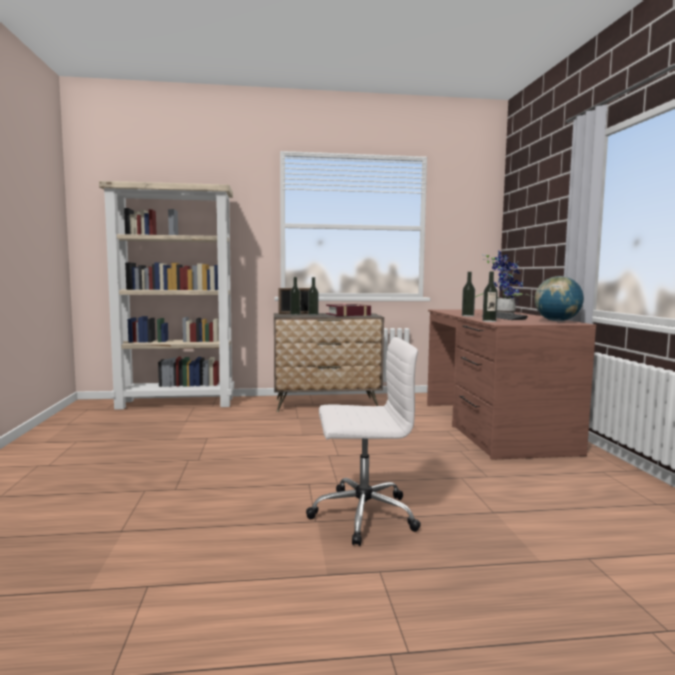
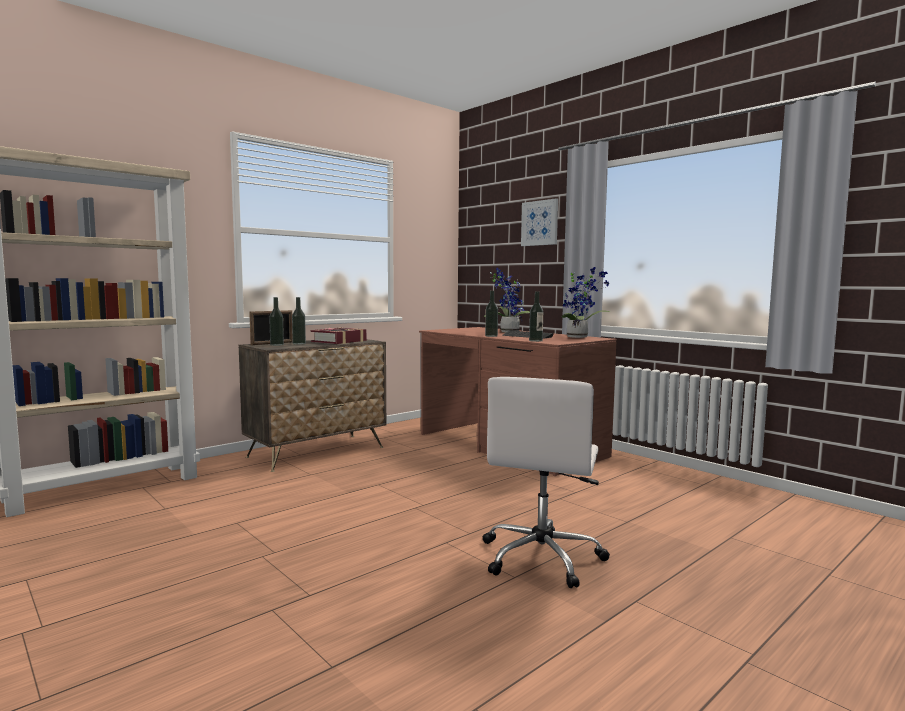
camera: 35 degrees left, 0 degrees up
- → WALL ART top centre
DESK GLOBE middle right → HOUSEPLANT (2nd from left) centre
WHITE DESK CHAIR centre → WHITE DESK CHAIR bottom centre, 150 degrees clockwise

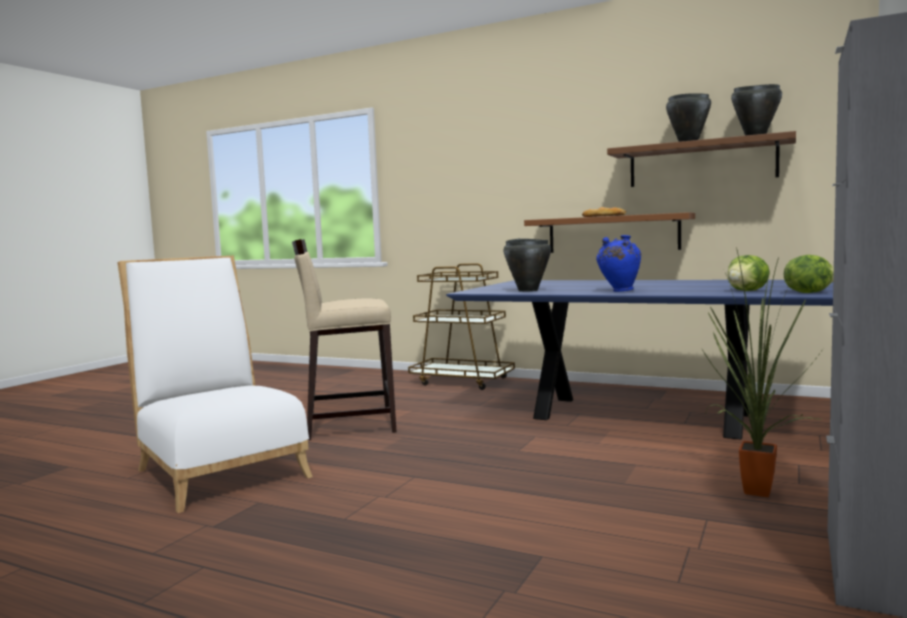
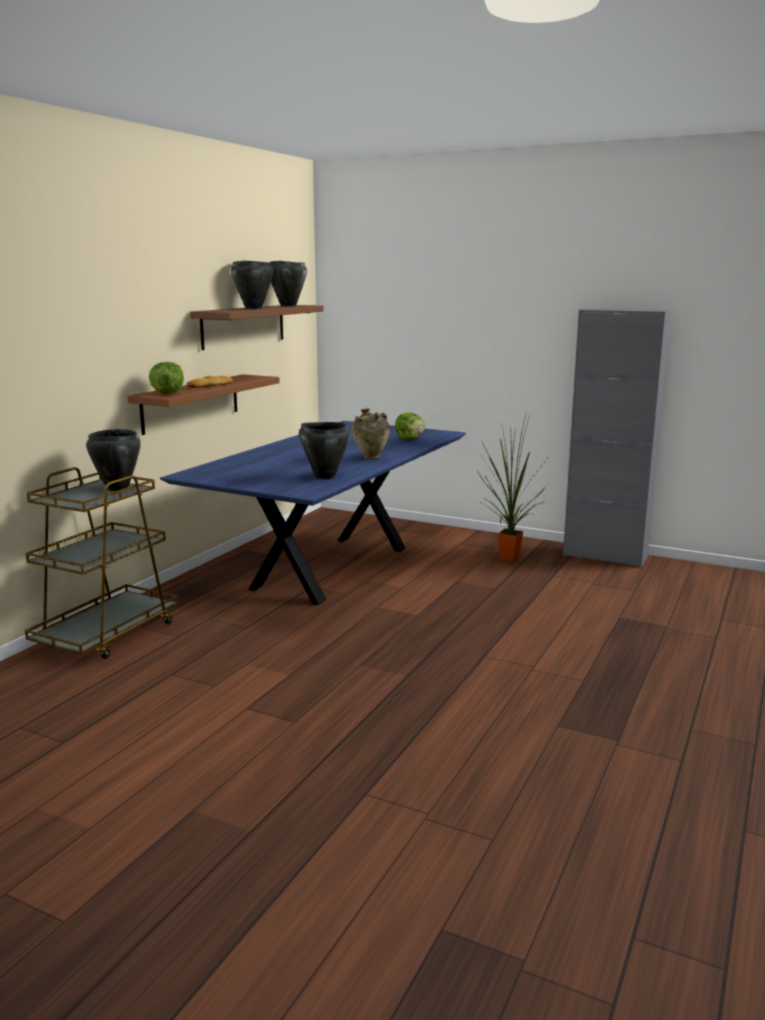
camera: 90 degrees left, 10 degrees up
WHITE PLAIN CHAIR middle left → -
BEIGE-COLOURED STOOL SEAT centre → -
- → BLACKISH SAUCEPOT (1st from left) middle left
HEAD OF LETTUCE (2nd from left in the first image) middle right → HEAD OF LETTUCE (1st from left) middle left, moved
BLUE FLOWER VASE middle right → BEIGE-COLOURED FLOWER VASE centre

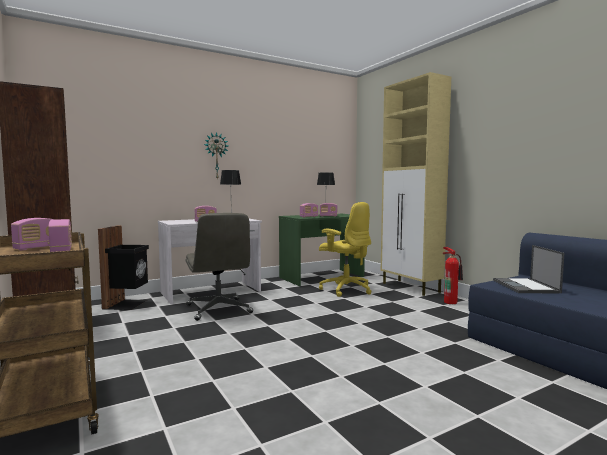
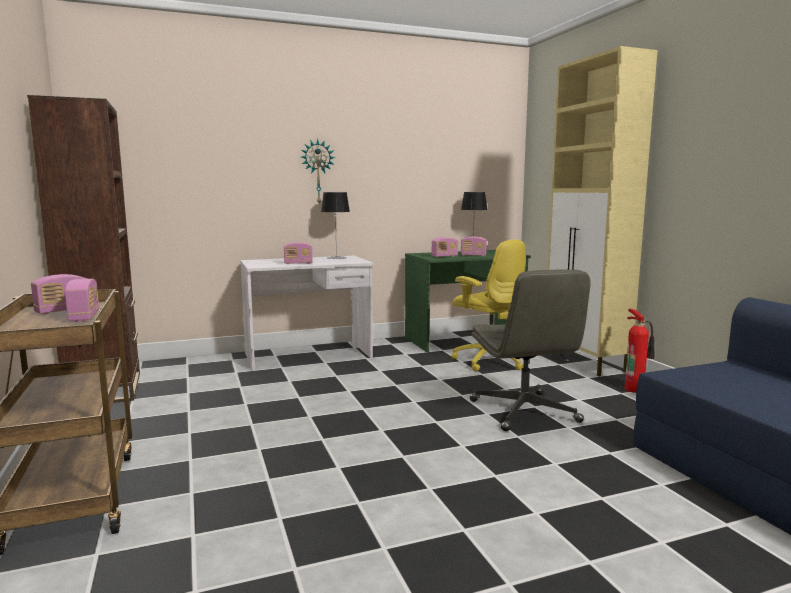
camera: 10 degrees right, 5 degrees up
BLACKISH RUBBISH BIN middle left → -
NOTEBOOK COMPUTER middle right → -
GREY DESK CHAIR centre → GREY DESK CHAIR middle right, moved

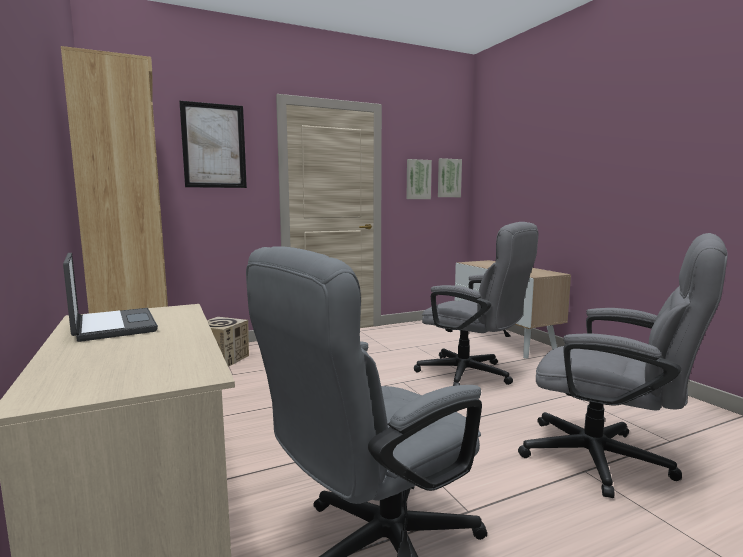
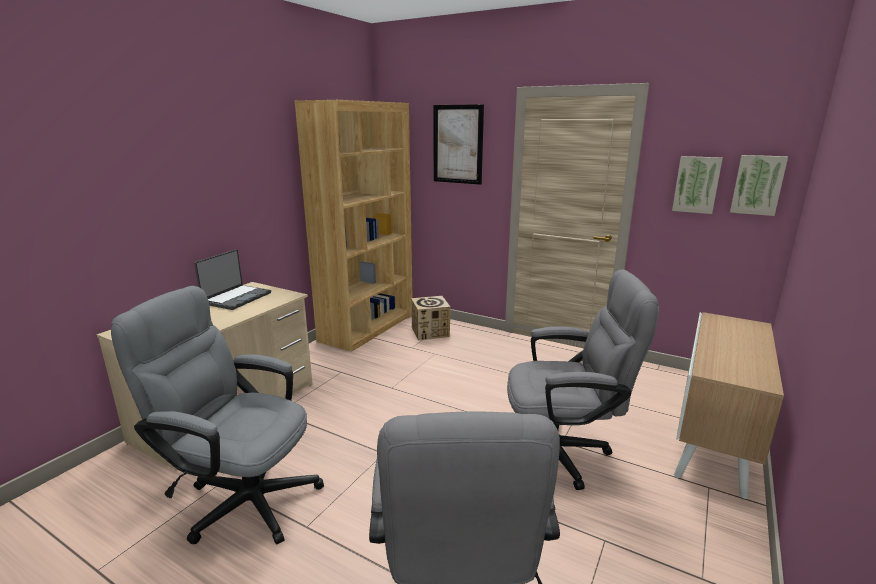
camera: 55 degrees right, 10 degrees up
GREY DESK CHAIR (2nd from left in the first image) centre → GREY DESK CHAIR (3rd from left) centre, 90 degrees counterclockwise

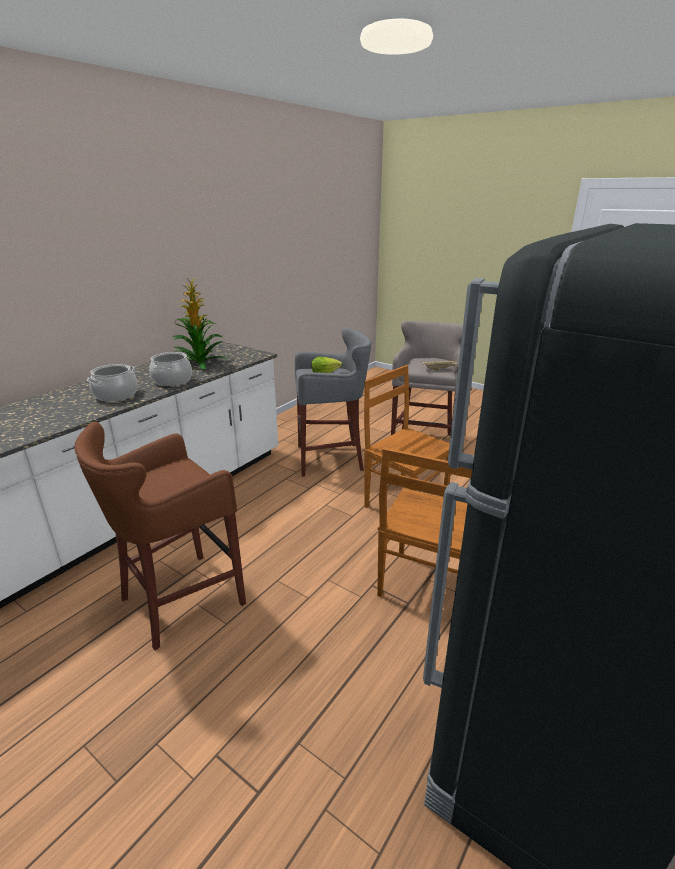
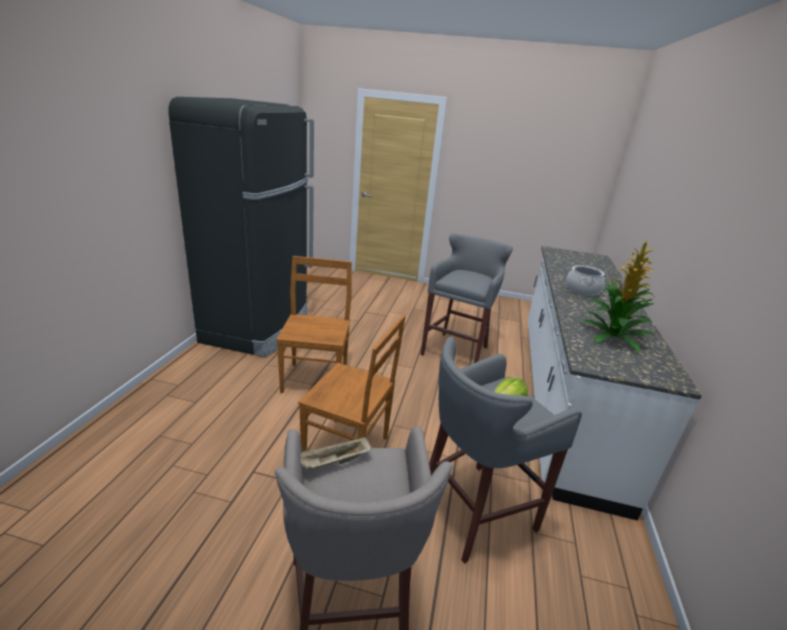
camera: 155 degrees right, 0 degrees up
SAUCEPOT (2nd from left) middle left → -
BROWN STOOL SEAT middle left → GREY STOOL SEAT (2nd from left) centre

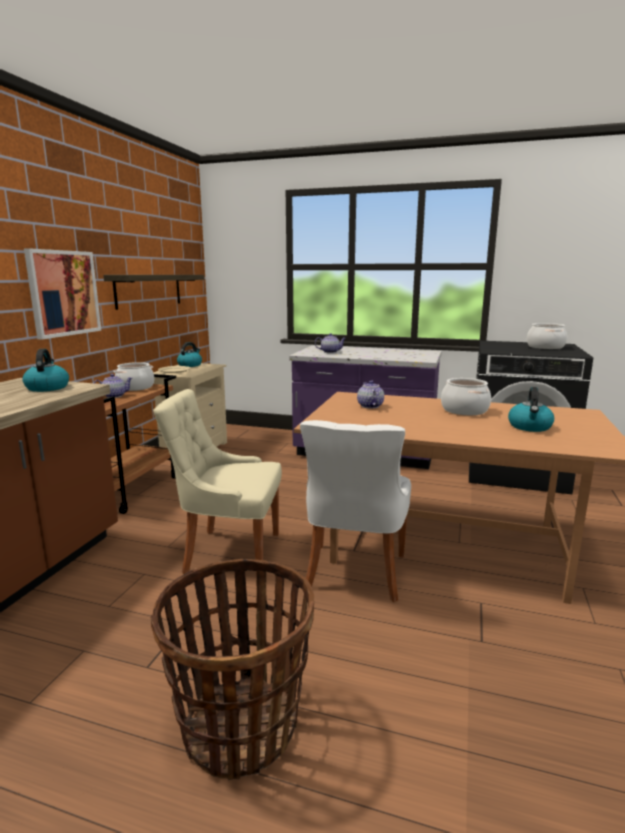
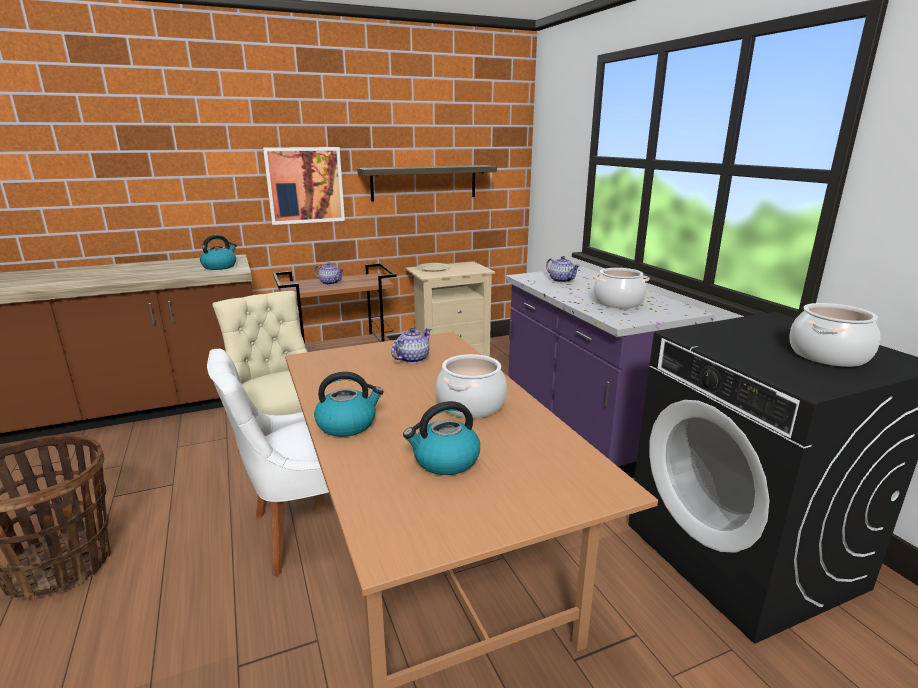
camera: 50 degrees right, 5 degrees up
SAUCEPOT (1st from left in the first image) middle left → SAUCEPOT (2nd from left) middle right, moved
KETTLE (2nd from left) middle left → KETTLE (2nd from left) centre, moved

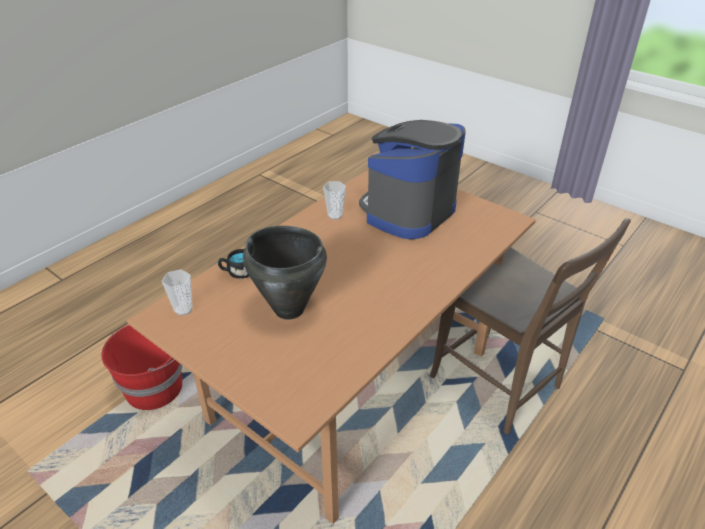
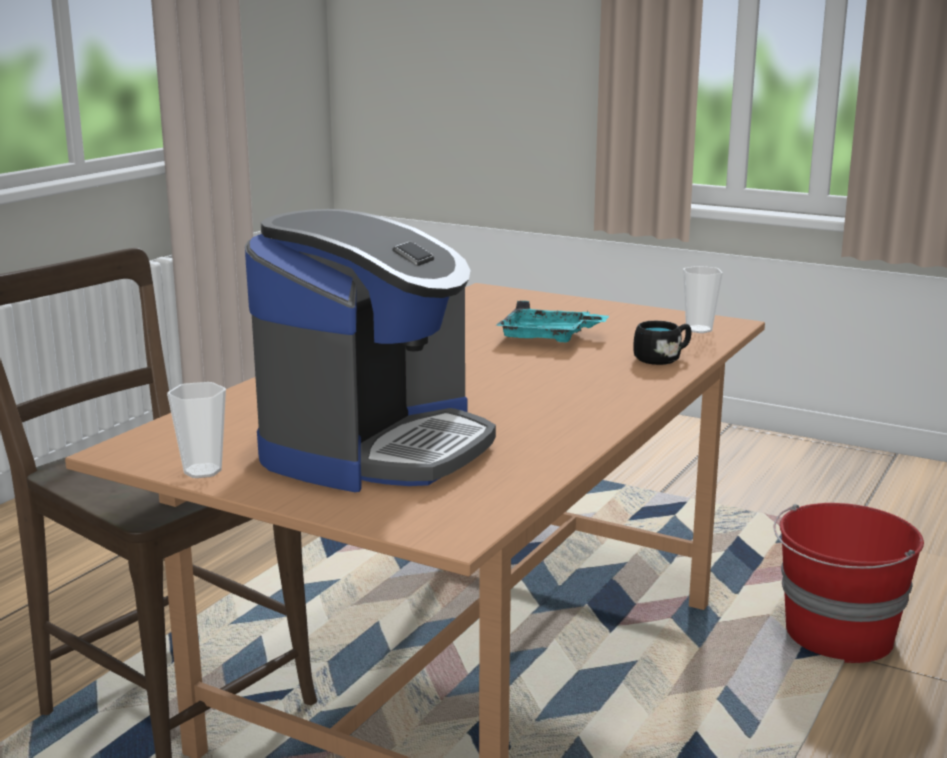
camera: 170 degrees right, 20 degrees down
SMALL CUP (2nd from left in the first image) centre → SMALL CUP (1st from left) middle left, moved
BLACKISH SAUCEPOT centre → TURQUOISE SERVING TRAY centre

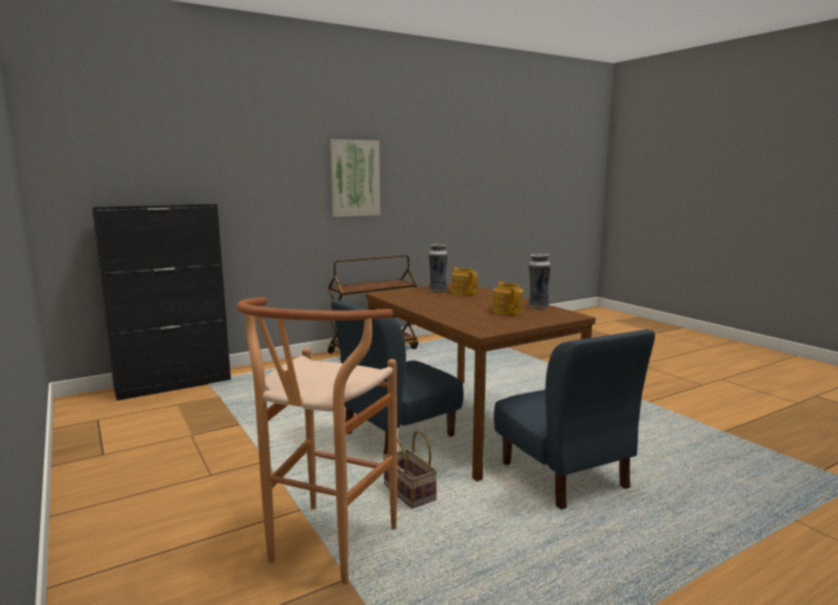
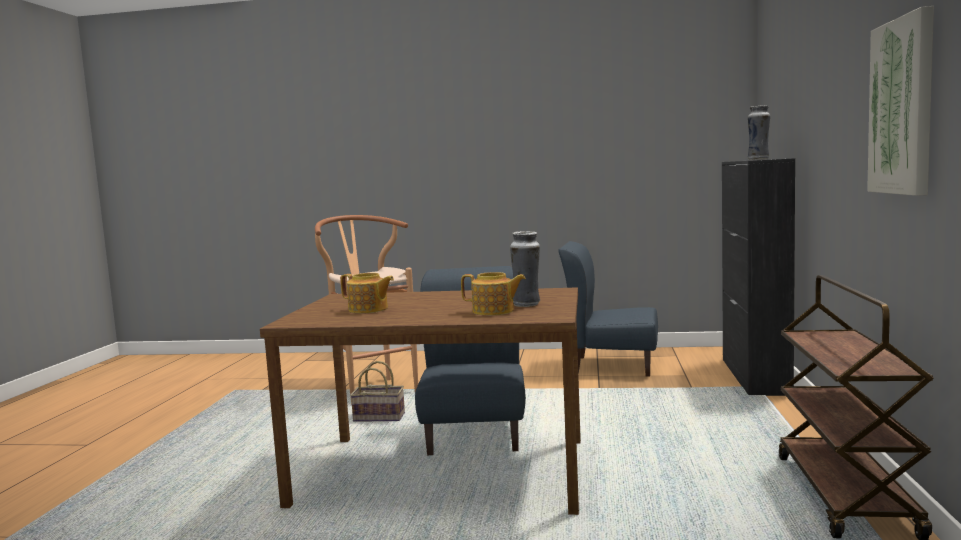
camera: 130 degrees right, 5 degrees down
BLUE PLAIN CHAIR (2nd from left) bottom right → BLUE PLAIN CHAIR (2nd from left) centre, moved
FLOWER VASE (2nd from left) centre → FLOWER VASE (2nd from left) top right, moved

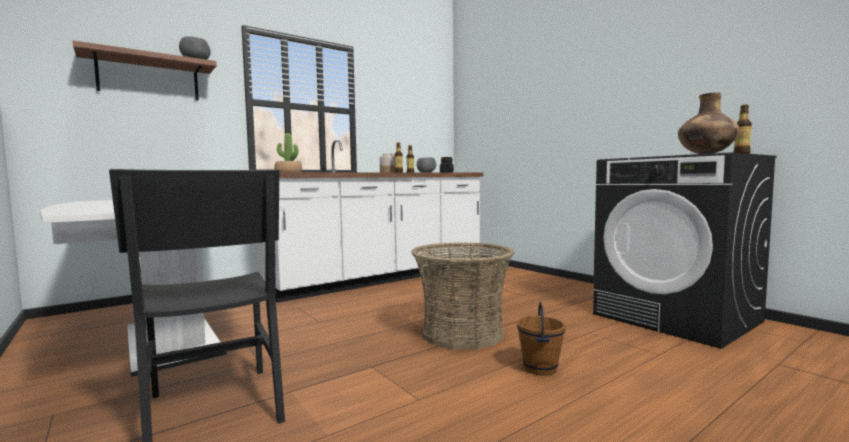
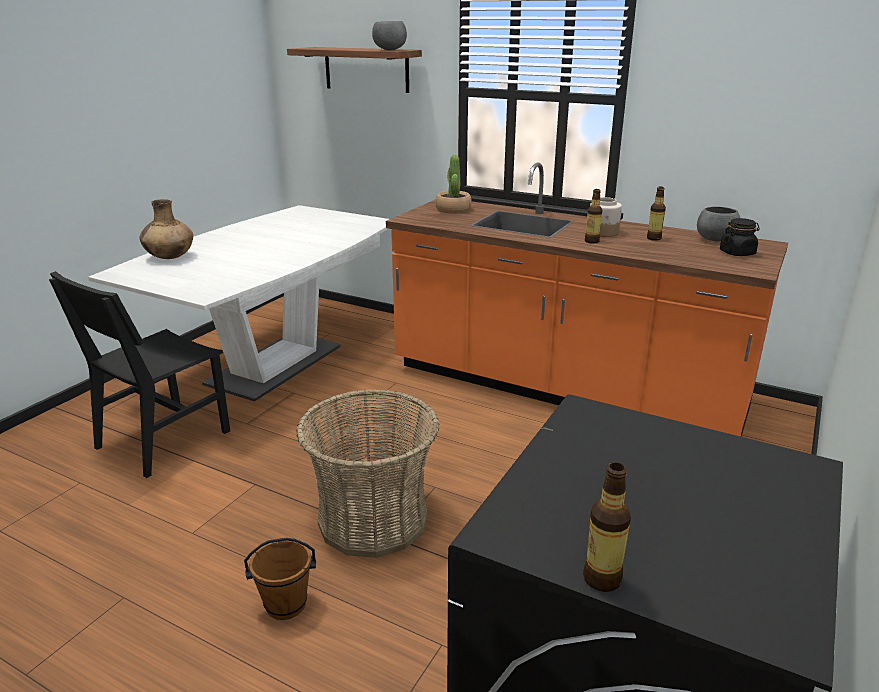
camera: 65 degrees right, 20 degrees up
BROWN FLOWER VASE top right → BROWN FLOWER VASE top left, moved
WHITE COUNTER centre → ORANGE-COLOURED COUNTER middle right

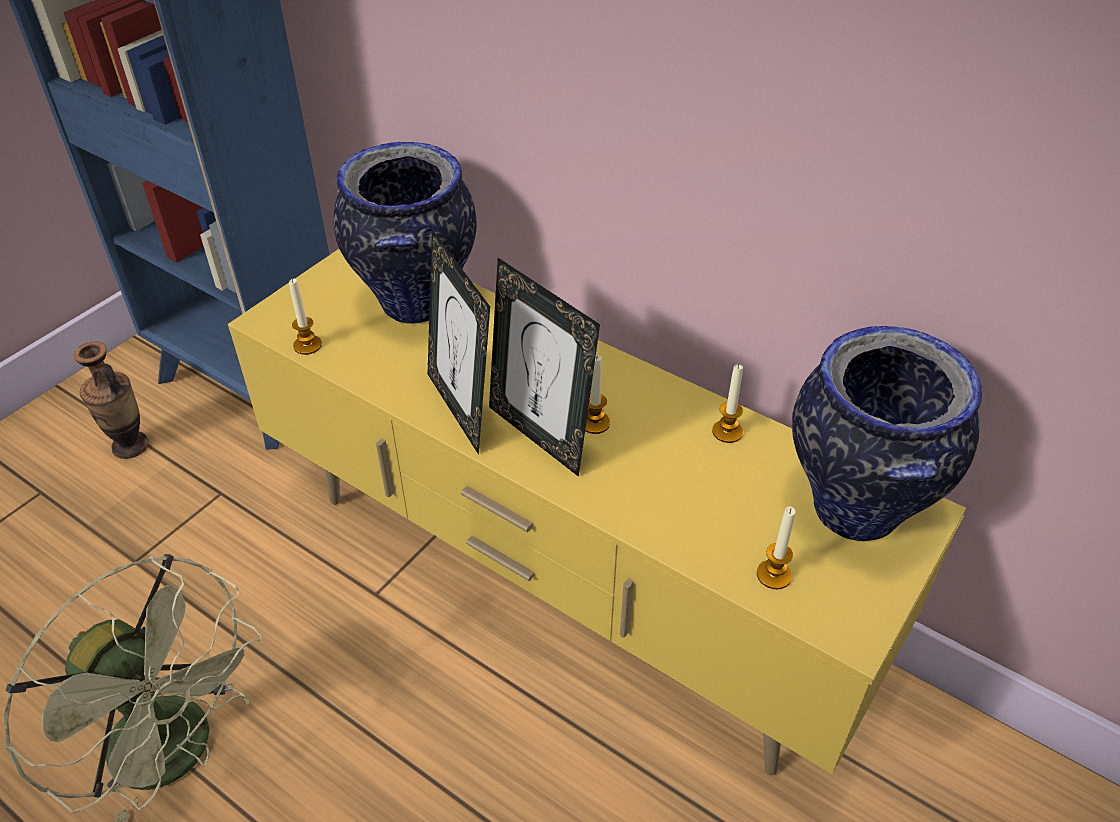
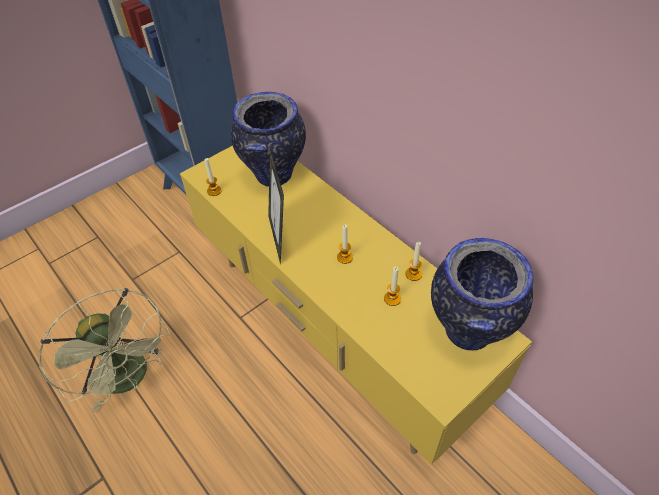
camera: 15 degrees right, 5 degrees up
FLOWER VASE (1st from left) middle left → -
PHOTO FRAME (2nd from left) centre → -
WAX CANDLE (4th from left in the first image) middle right → WAX CANDLE (3rd from left) centre, moved

